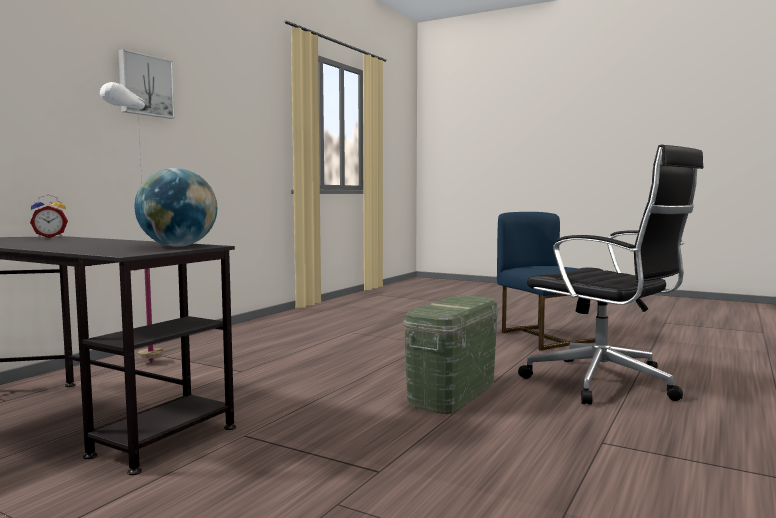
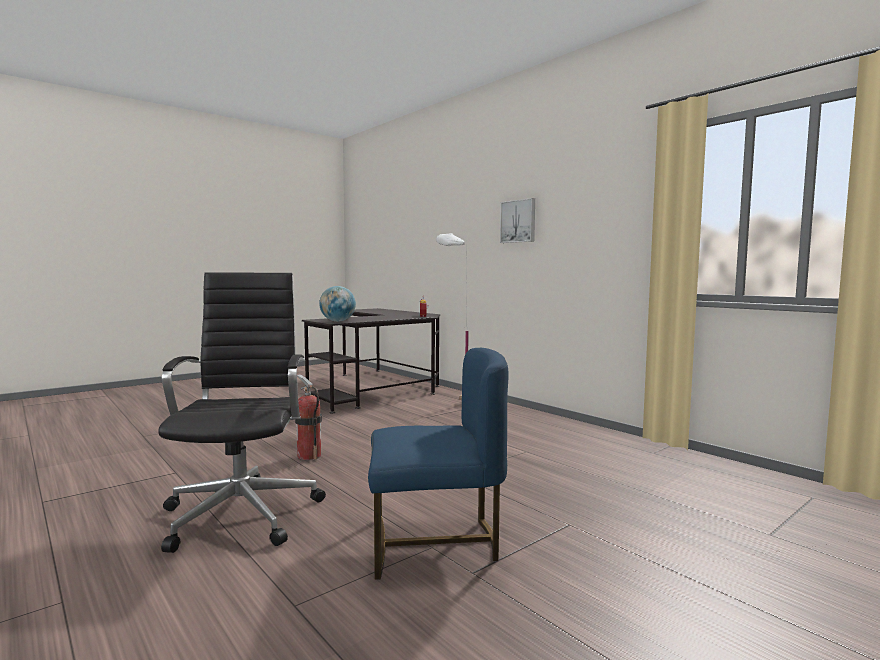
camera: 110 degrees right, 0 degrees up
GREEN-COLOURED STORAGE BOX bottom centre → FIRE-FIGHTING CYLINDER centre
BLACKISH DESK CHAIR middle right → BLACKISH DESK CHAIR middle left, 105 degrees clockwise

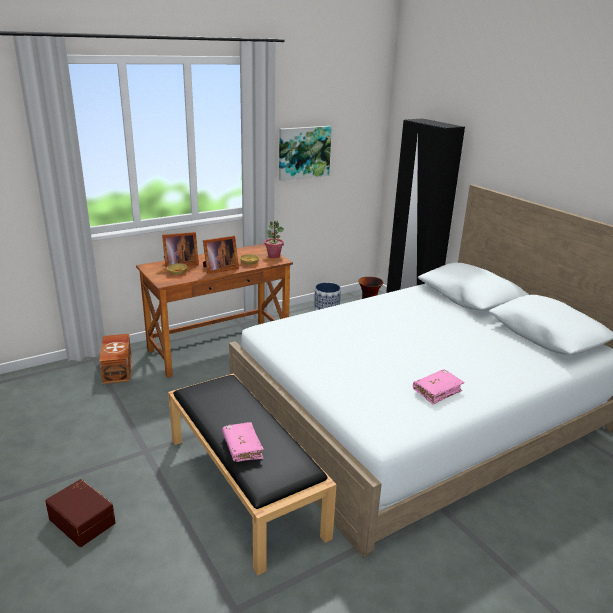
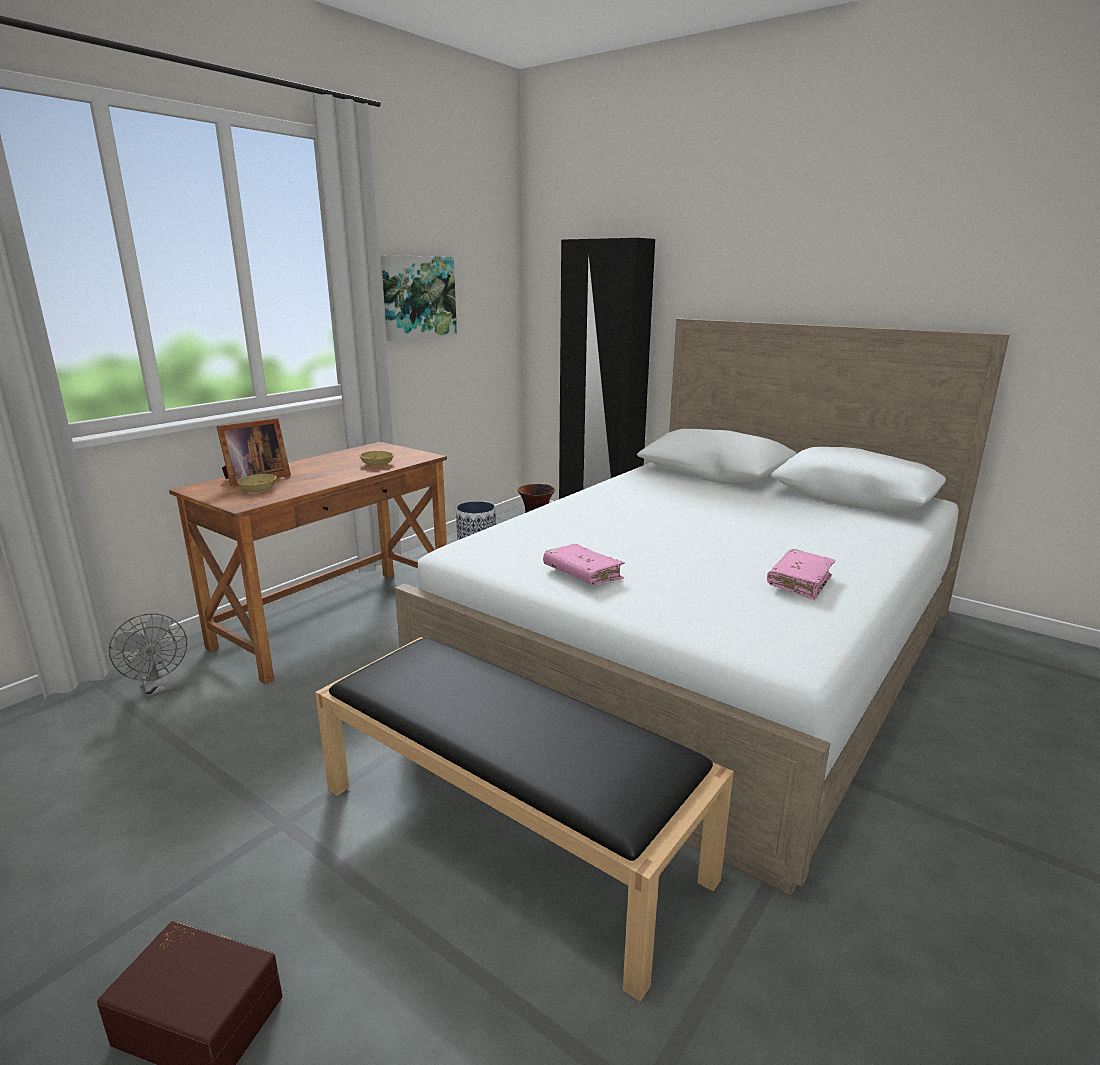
camera: 20 degrees left, 5 degrees down
PHOTO FRAME (2nd from left) centre → -
HOUSEPLANT centre → -
PINK-COLOURED BOOK (1st from left) bottom centre → PINK-COLOURED BOOK (1st from left) centre, moved
BROWN STORAGE BOX (2nd from left) middle left → GREY COOLING FAN middle left

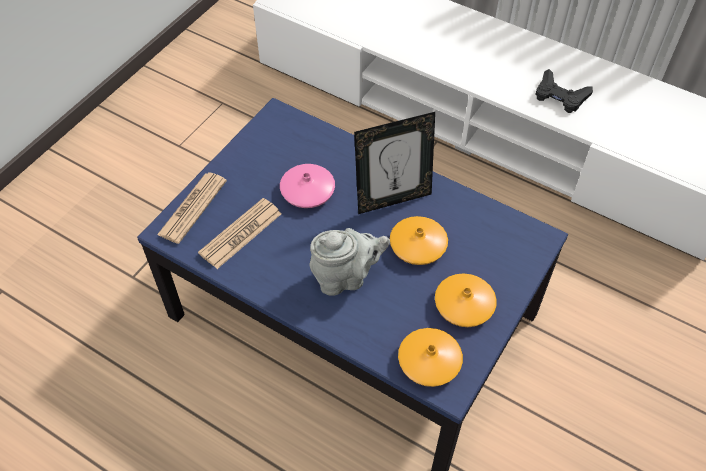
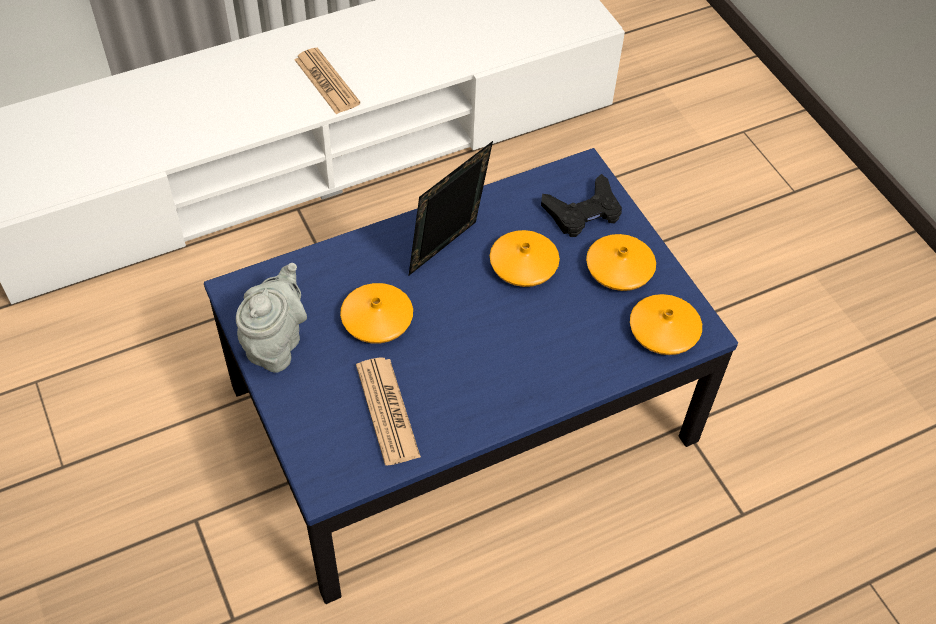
camera: 60 degrees left, 0 degrees up
PRINTED PAPER (1st from left) middle left → PRINTED PAPER (1st from left) top centre, moved
GREY TEAPOT centre → GREY TEAPOT middle left, moved
BLACKISH GAMEPAD top right → BLACKISH GAMEPAD top centre, moved
PINK-COLOURED FLOWER VASE centre → ORANGE-COLOURED FLOWER VASE (1st from left) centre
PHOTO FRAME centre, 150 degrees counterclockwise

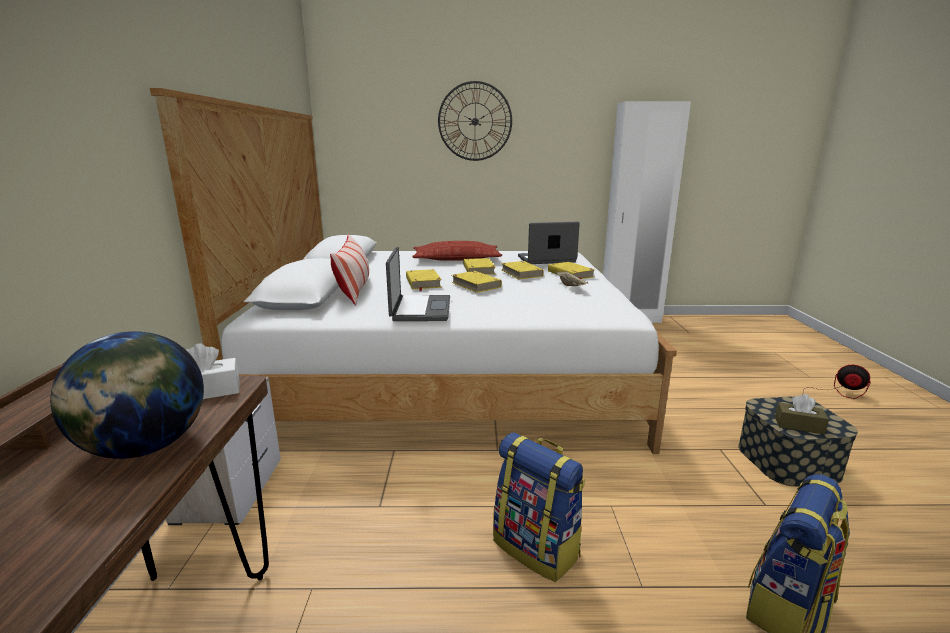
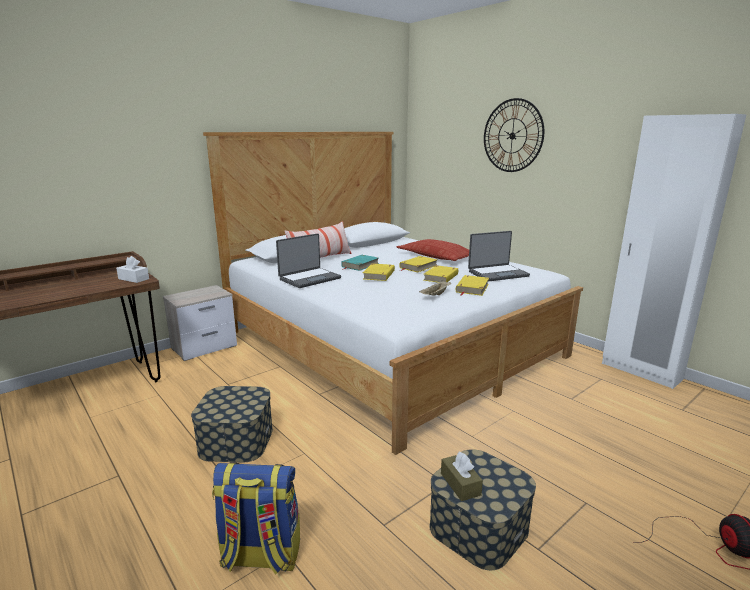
camera: 50 degrees right, 0 degrees up
DESK GLOBE middle left → -
KNAPSACK (1st from left) bottom centre → STORAGE BOX (1st from left) bottom left
YELLOW-COLOURED BOOK (1st from left) centre → TURQUOISE BOOK centre
NOTEBOOK COMPUTER (2nd from left) centre, 120 degrees clockwise

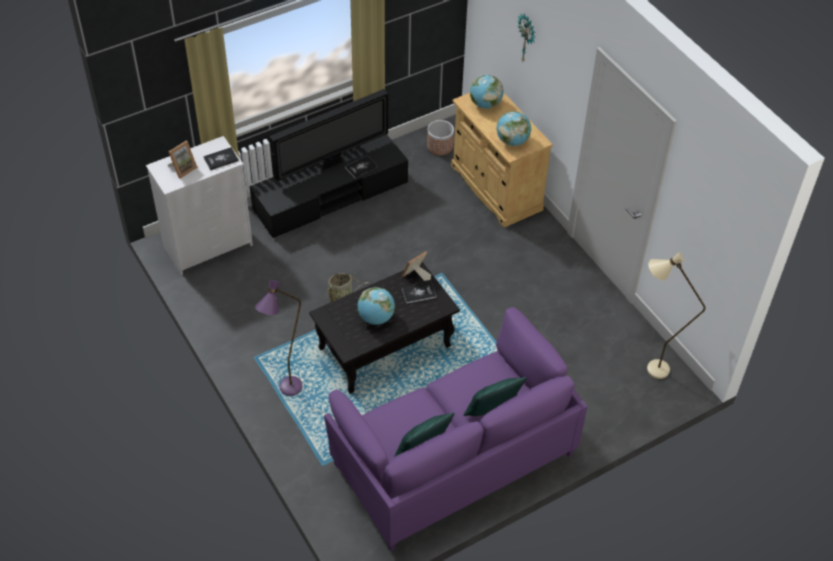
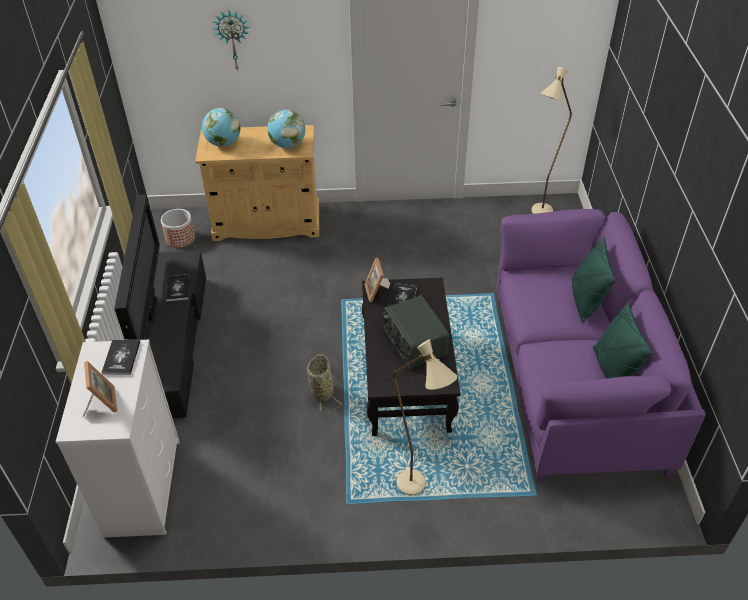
camera: 60 degrees left, 5 degrees down
DESK GLOBE (1st from left) centre → RADIO RECEIVER centre
PURPLE-COLOURED FLOOR LAMP centre → BEIGE-COLOURED FLOOR LAMP (1st from left) bottom centre

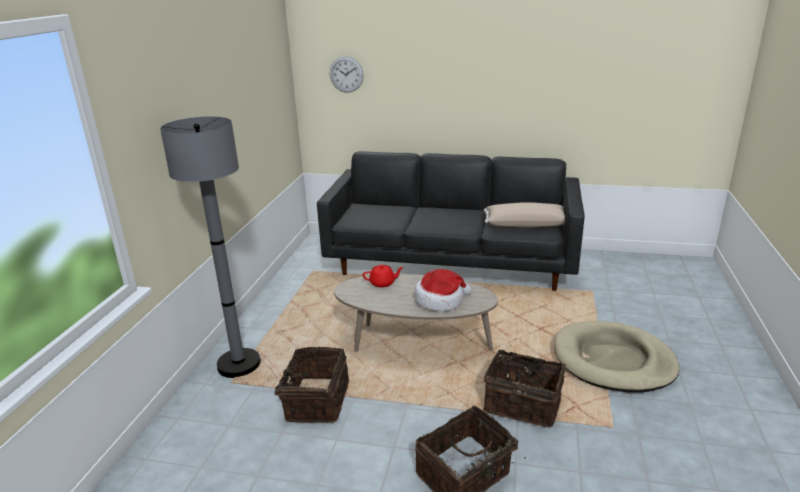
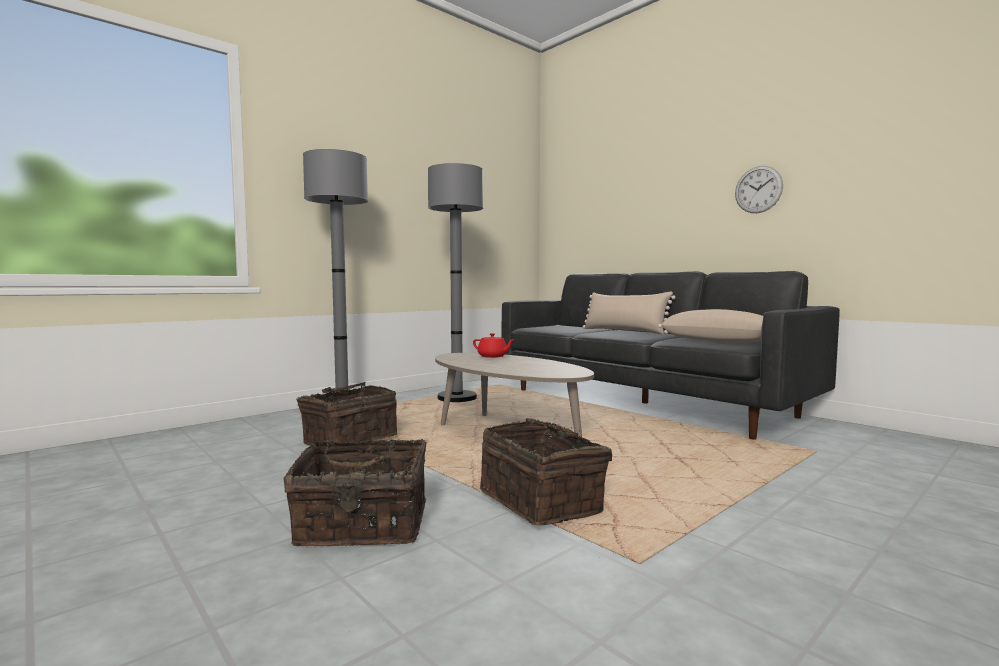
camera: 35 degrees right, 20 degrees down
CLOTHING HAT centre → -
BEIGE-COLOURED PET BED bottom right → -
- → GREY FLOOR LAMP (2nd from left) centre
- → BEIGE-COLOURED PILLOW (1st from left) centre
CLOCK ON THE WALL top centre → CLOCK ON THE WALL top right, moved

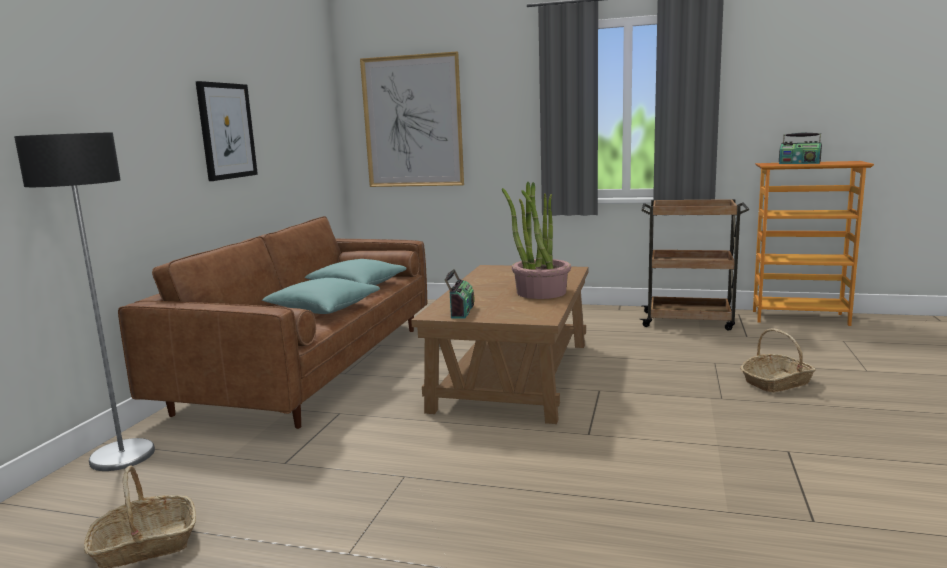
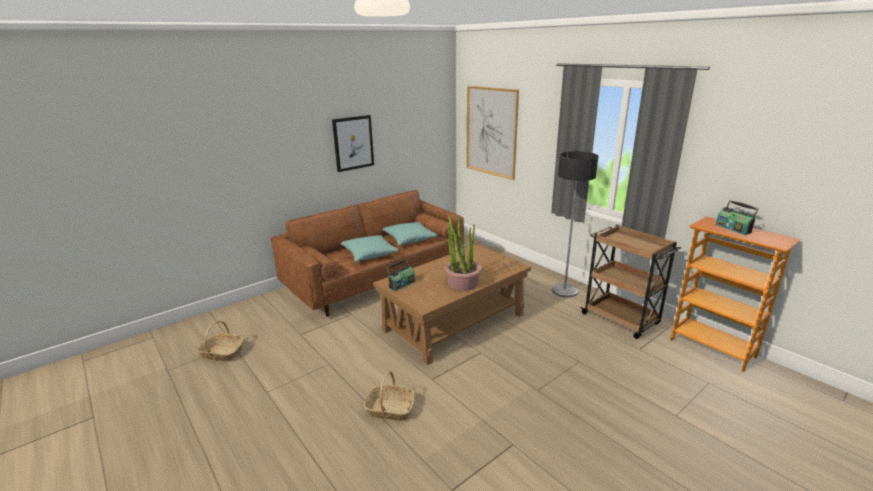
camera: 35 degrees right, 10 degrees up
FLOOR LAMP middle left → FLOOR LAMP centre, moved
STORAGE BASKET (2nd from left) middle right → STORAGE BASKET (2nd from left) bottom centre, moved

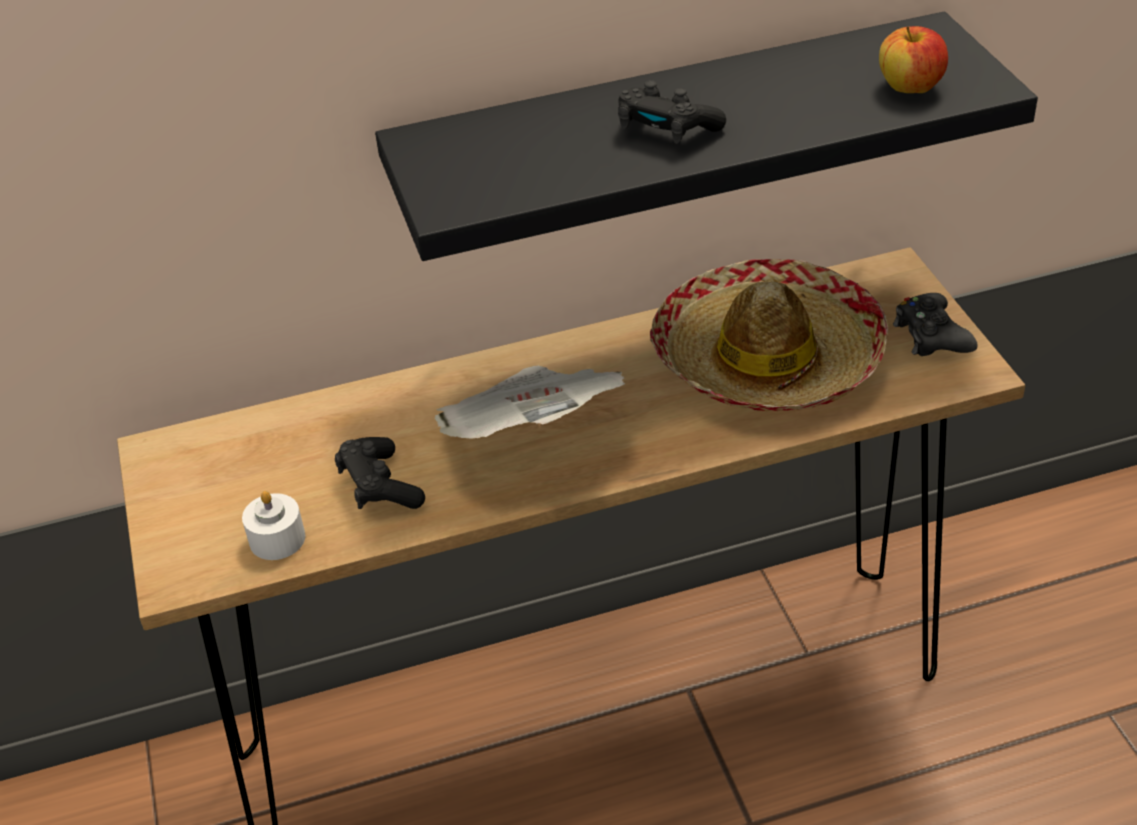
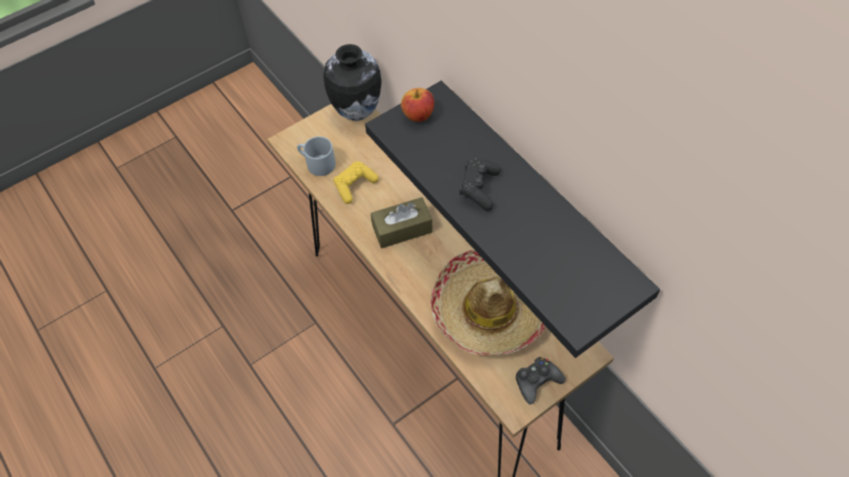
camera: 70 degrees right, 15 degrees up
- → FLOWER VASE top centre
APPLE FRUIT top right → APPLE FRUIT top centre, moved
WHITE WAX CANDLE middle left → GREY TEA MUG top centre
PRINTED PAPER centre → BROWN TISSUE HOLDER centre
BLACKISH GAMEPAD (1st from left) centre → YELLOW-COLOURED GAMEPAD centre

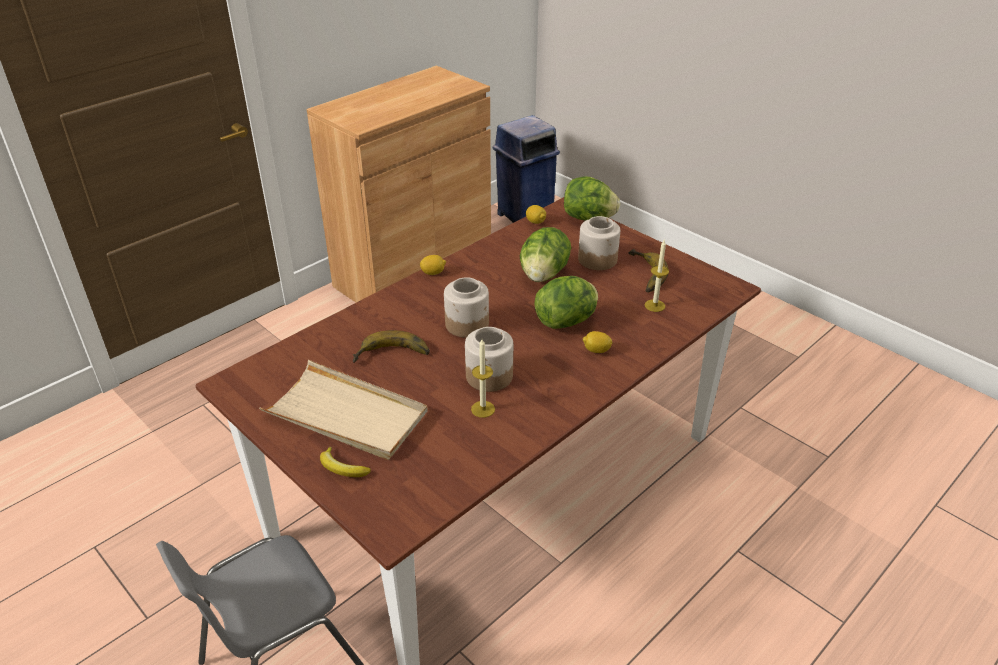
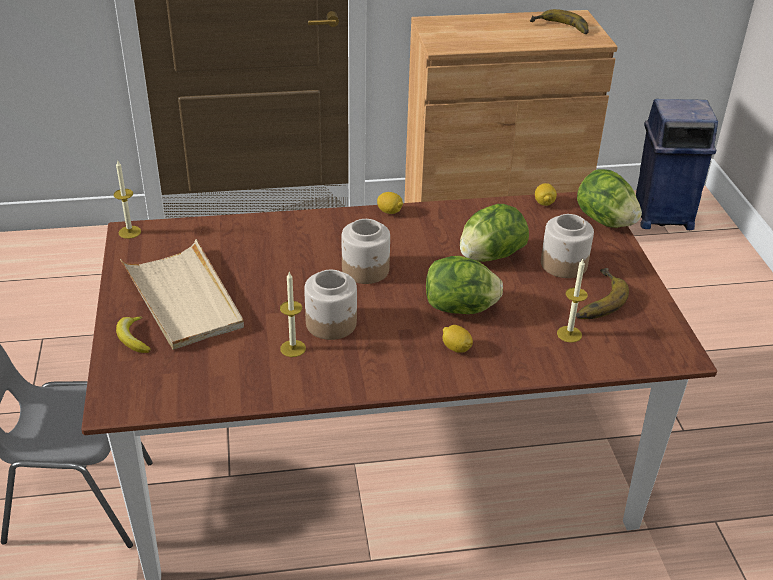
camera: 35 degrees right, 0 degrees up
- → WAX CANDLE (1st from left) middle left
BANANA FRUIT (2nd from left) centre → BANANA FRUIT (2nd from left) top right, moved

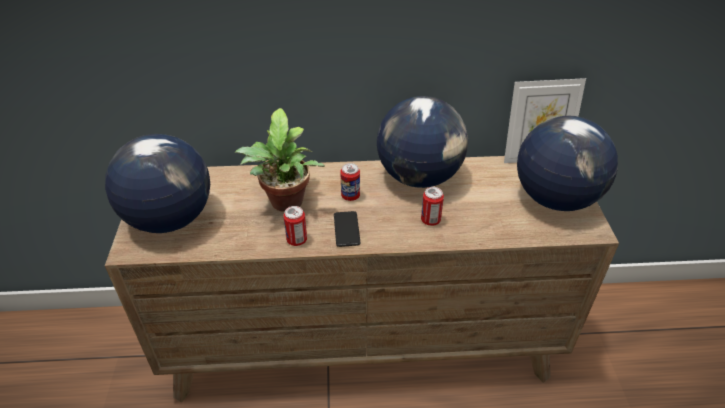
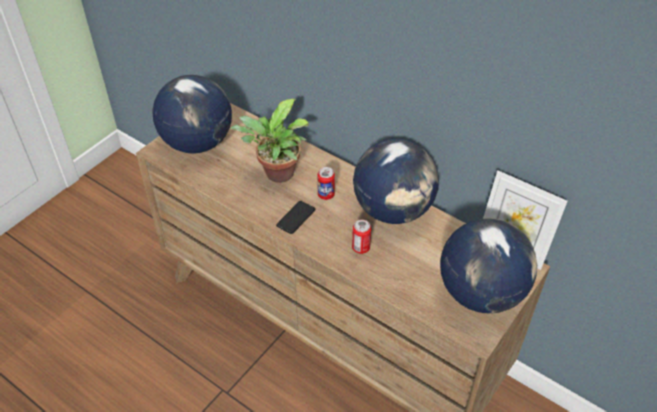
camera: 40 degrees right, 5 degrees up
CAN (1st from left) centre → -

